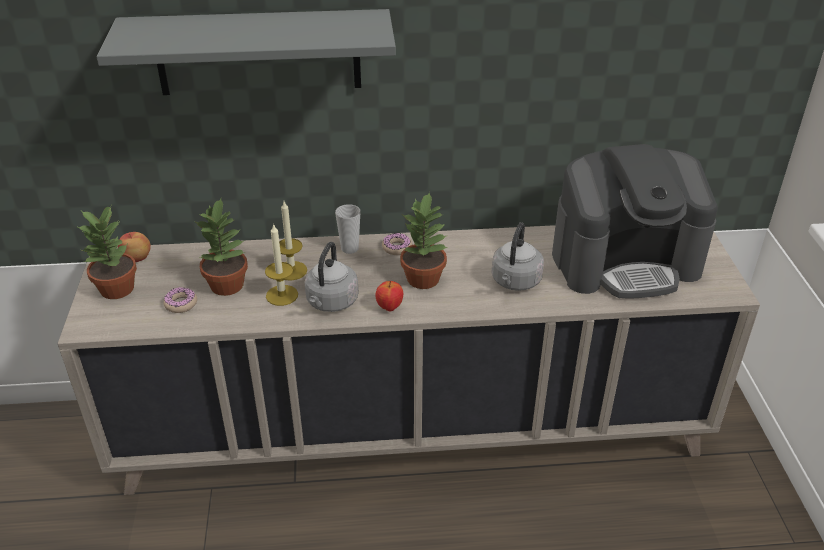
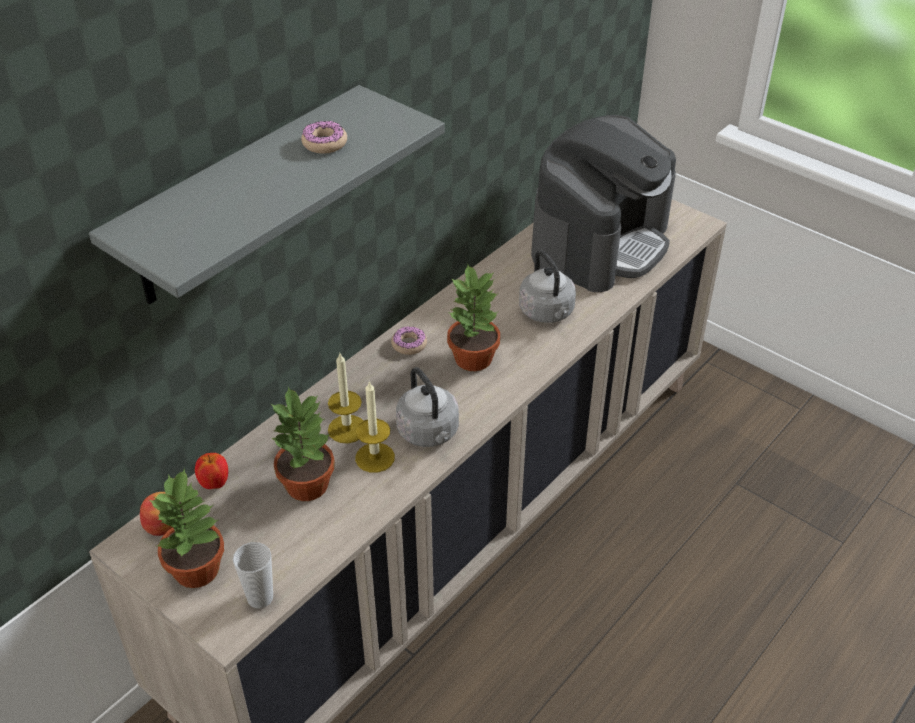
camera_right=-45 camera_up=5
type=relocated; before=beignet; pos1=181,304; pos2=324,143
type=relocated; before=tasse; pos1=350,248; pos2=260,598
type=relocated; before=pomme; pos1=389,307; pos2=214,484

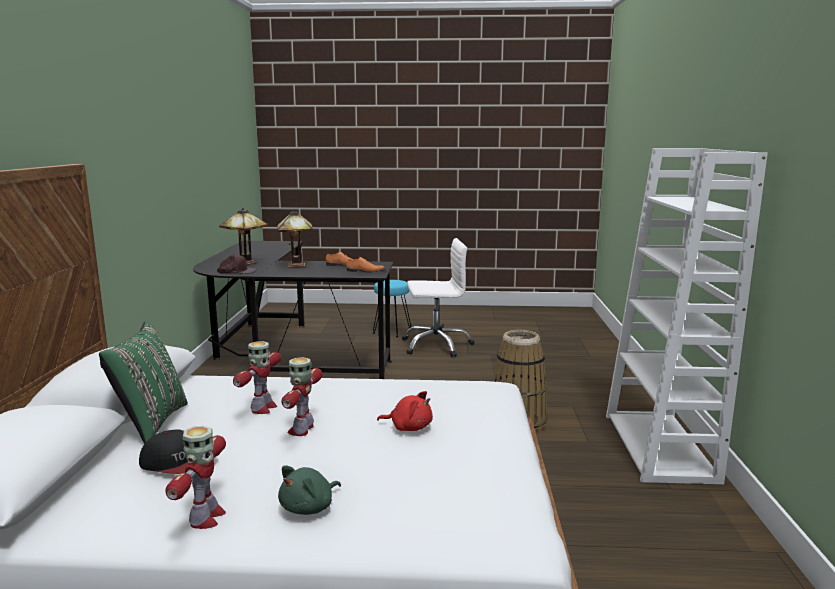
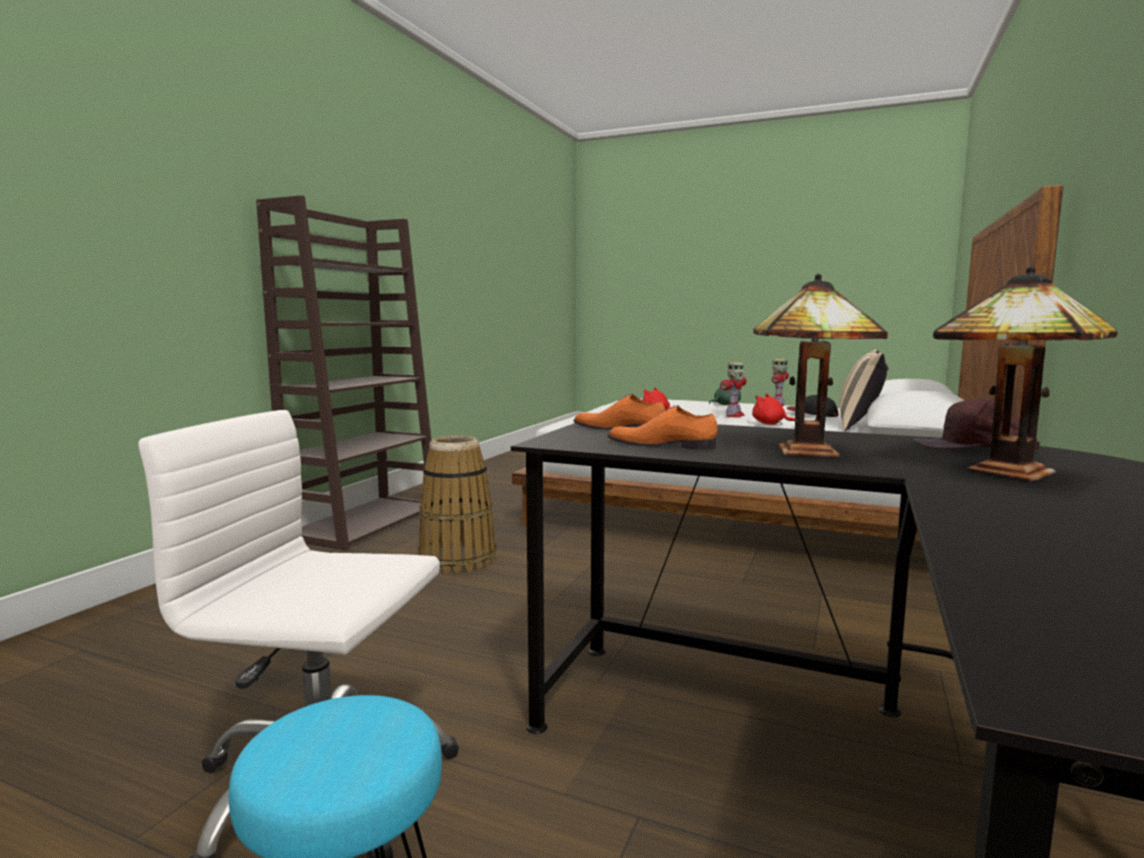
camera_right=-160 camera_up=-5
type=exchanged; before=robot jouet; after=peluche/rouge; pos1=262,408; pos2=770,424
type=colour; before=coussin/vert; after=coussin/beige; pos1=150,424; pos2=860,426
type=colour; before=bibliothèque/blanc; after=bibliothèque/marron; pos1=660,447; pos2=365,522

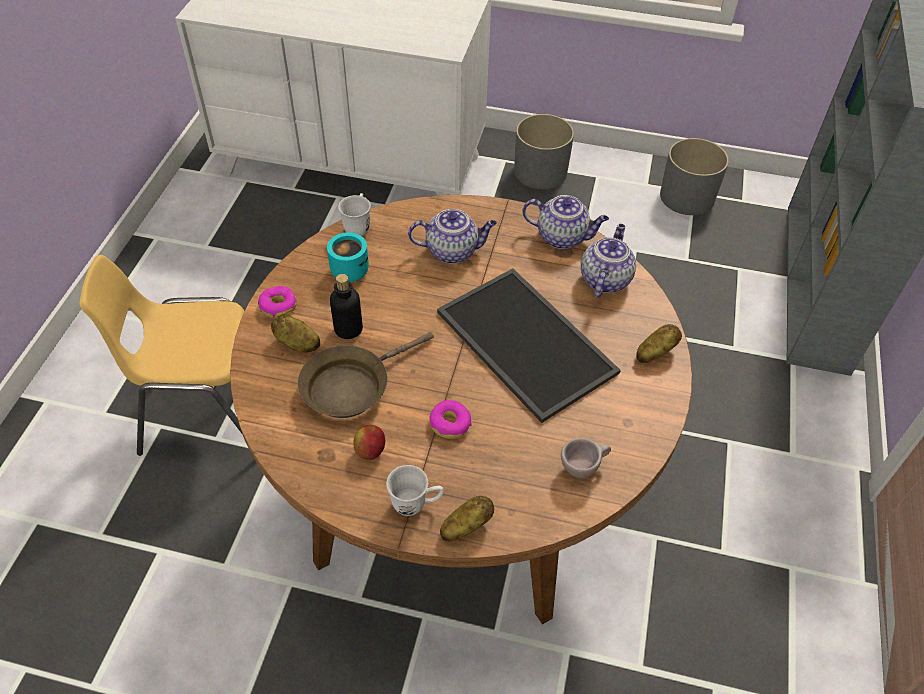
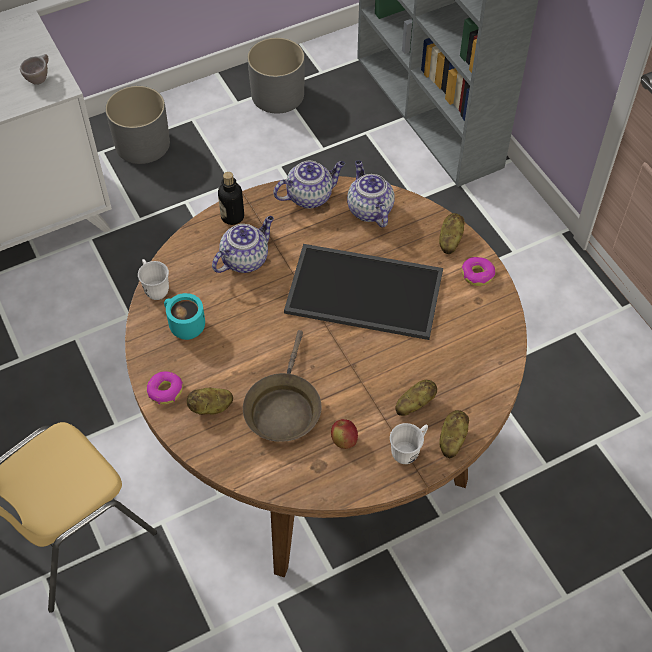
camera_right=-40 camera_up=5
type=appeared; after=pomme de terre; pos2=414,404
type=relocated; before=bouteille; pos1=348,329; pos2=232,216
type=relocated; before=beignet; pos1=450,424; pos2=477,275
type=relocated; before=tasse/beige; pos1=583,468; pos2=40,78

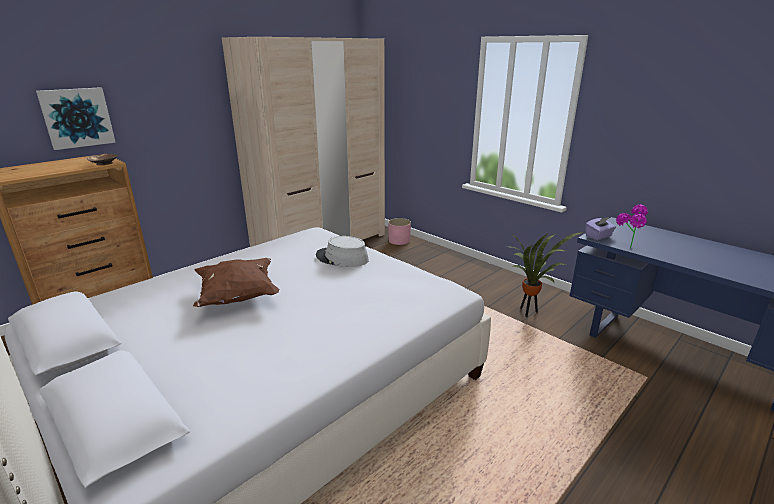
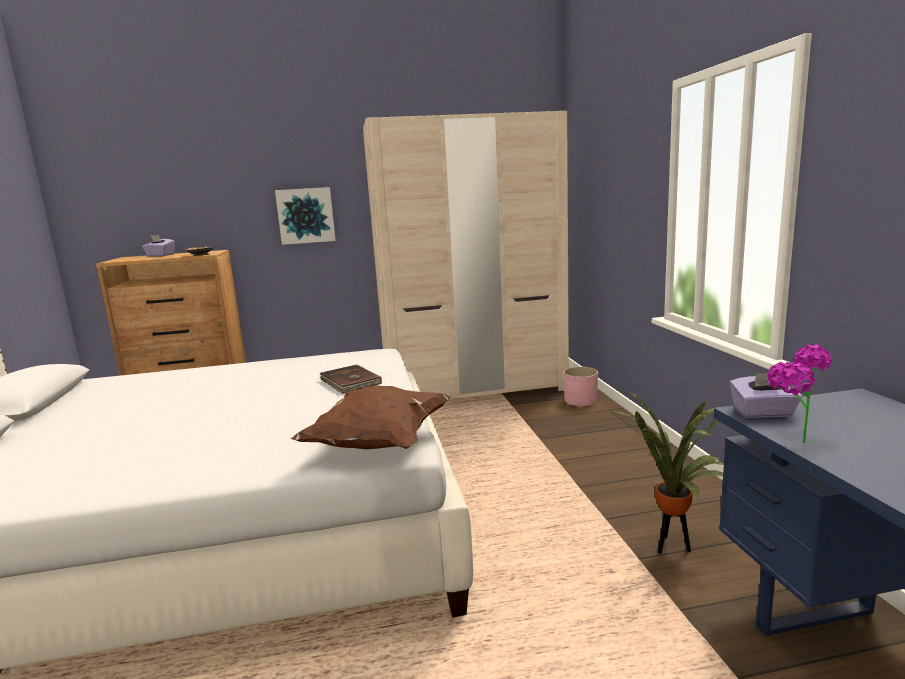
camera_right=35 camera_up=-10
type=appeared; after=boîte à mouchoirs/violet; pos2=160,255
type=relocated; before=tableau; pos1=77,117; pos2=306,215
type=relocated; before=coussin/marron; pos1=238,296; pos2=378,443
type=exchanged; before=chapeau/gris; after=livre/marron; pos1=342,258; pos2=349,382

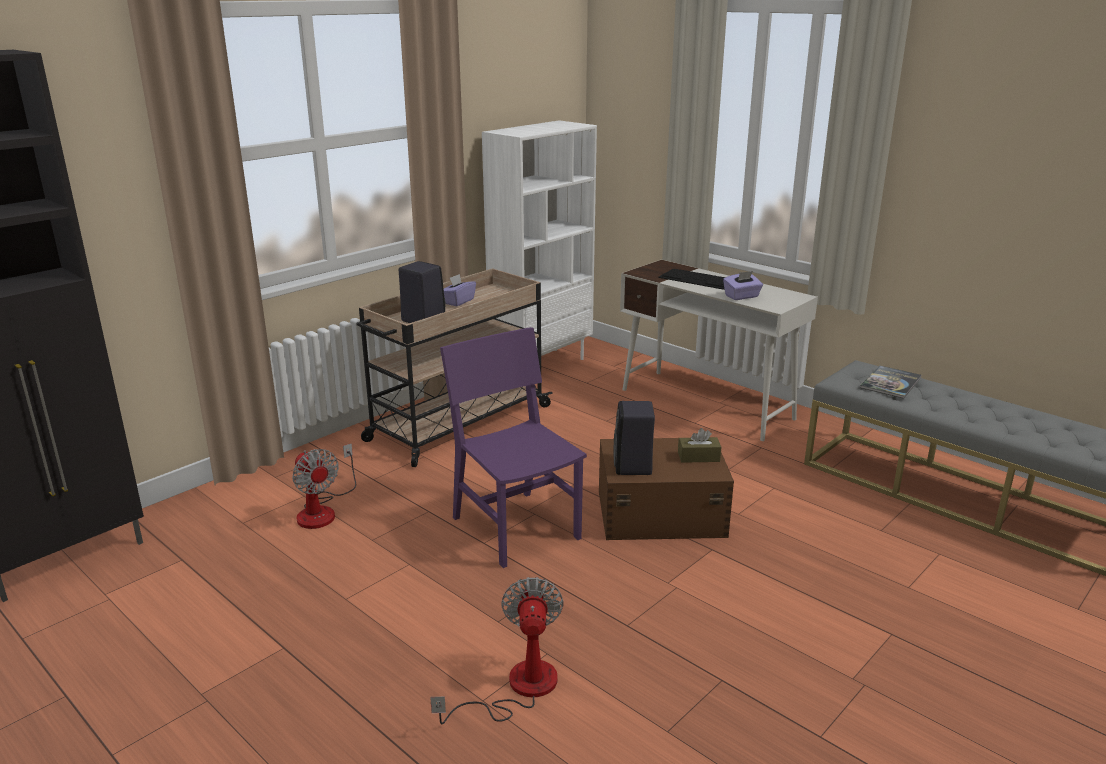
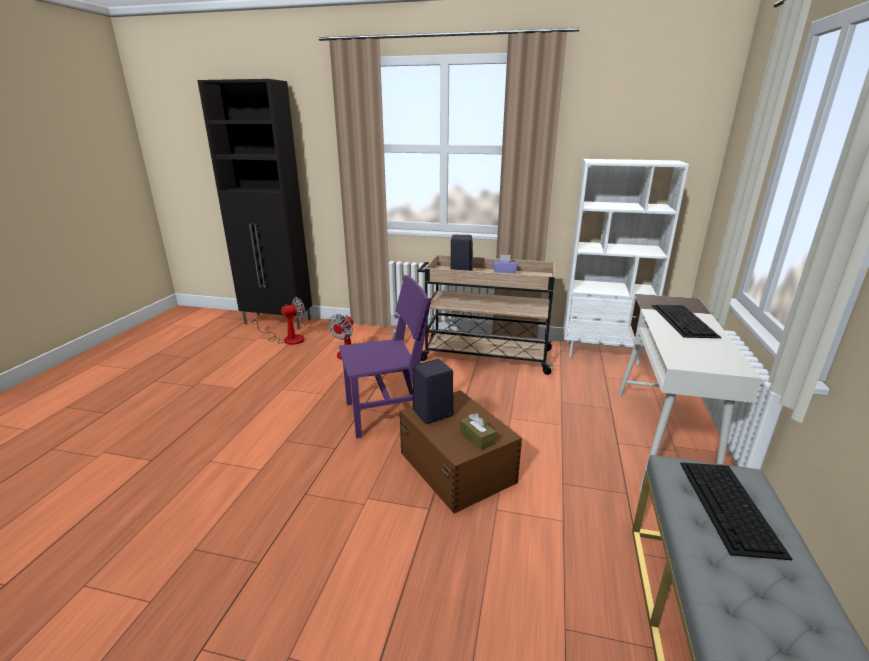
camera_right=60 camera_up=0
type=missing; before=boîte à mouchoirs/violet; pos1=742,296
type=relocated; before=ventilateur; pos1=518,688; pos2=287,339
type=exchanged; before=livre; after=clavier; pos1=890,383; pos2=730,507
type=spun; before=chaise/violet; pos1=516,527; pos2=387,413; turn=45

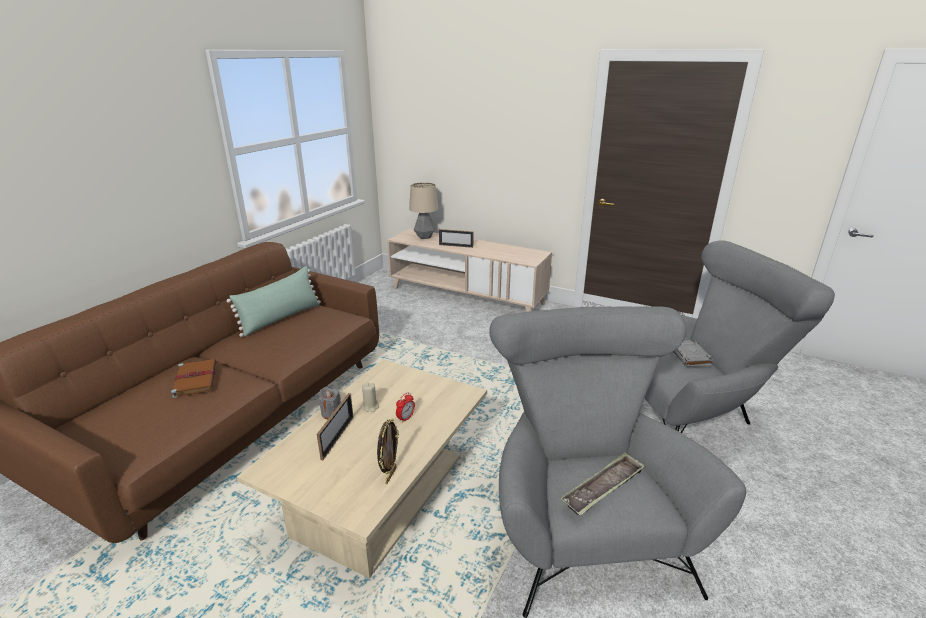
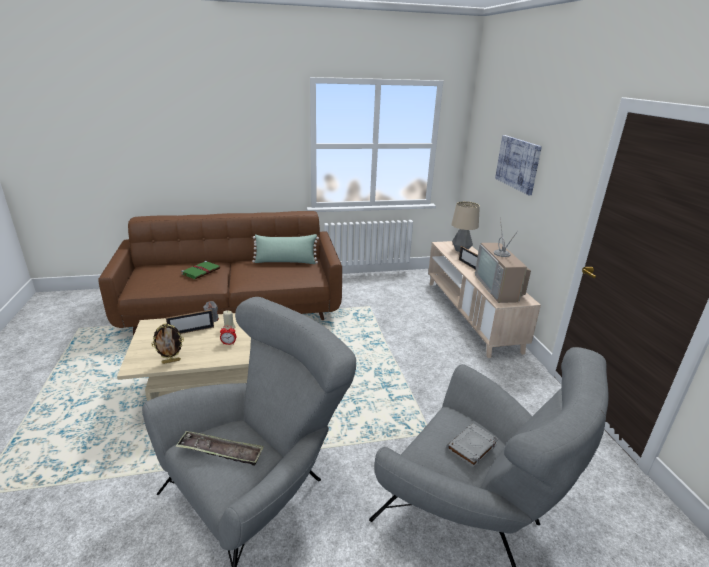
camera_right=50 camera_up=0
type=appeared; after=téléviseur; pos2=500,288
type=appeared; after=tableau; pos2=518,163
type=colour; before=livre/marron; after=livre/vert; pos1=195,379; pos2=201,271

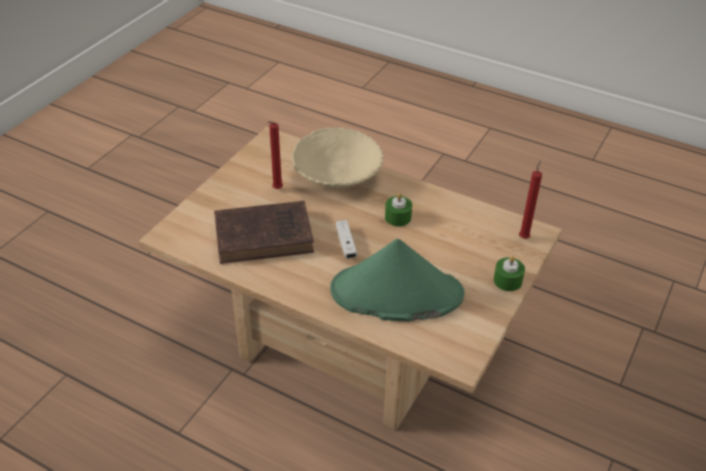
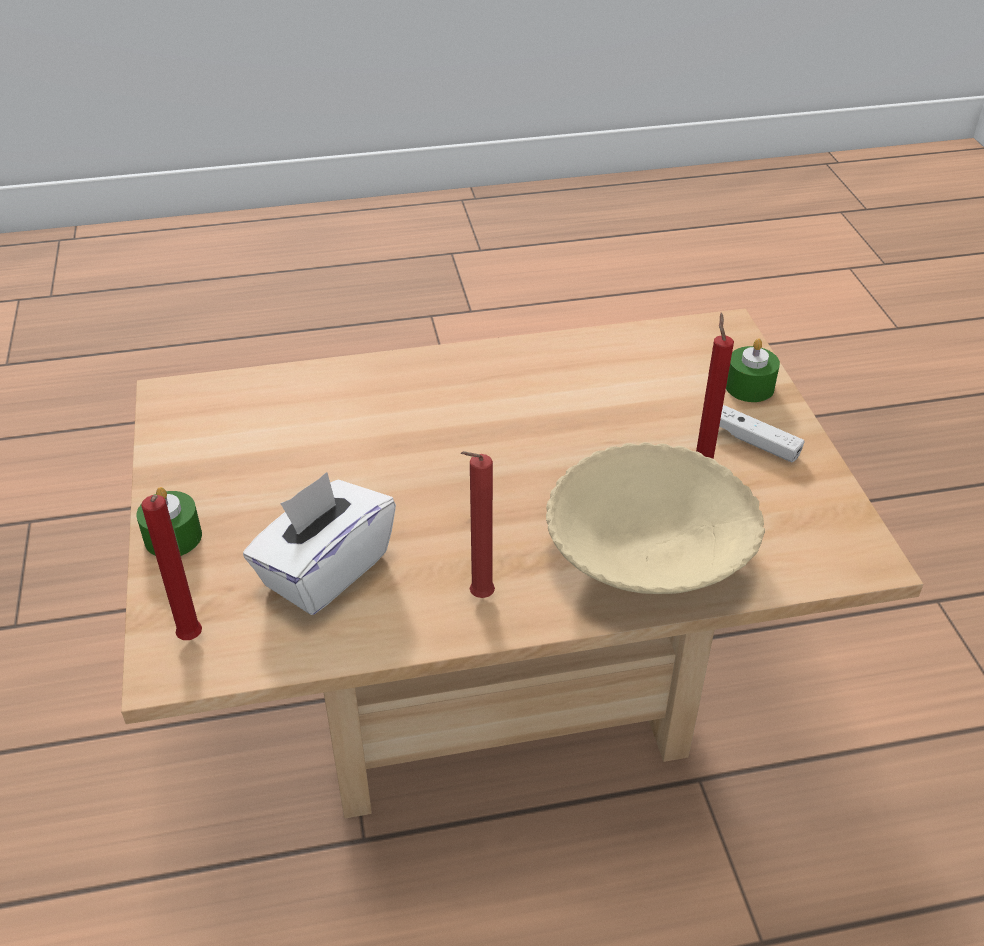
camera_right=140 camera_up=0
type=missing; before=livre/marron; pos1=266,236
type=missing; before=chapeau/vert; pos1=396,293
type=appeared; after=boîte à mouchoirs/blanc; pos2=325,570
type=appeared; after=bougie/rouge; pos2=478,597
type=relocated; before=manette/blanc; pos1=346,244; pos2=754,441
type=relocated; before=bougie/vert; pos1=398,217; pos2=749,386

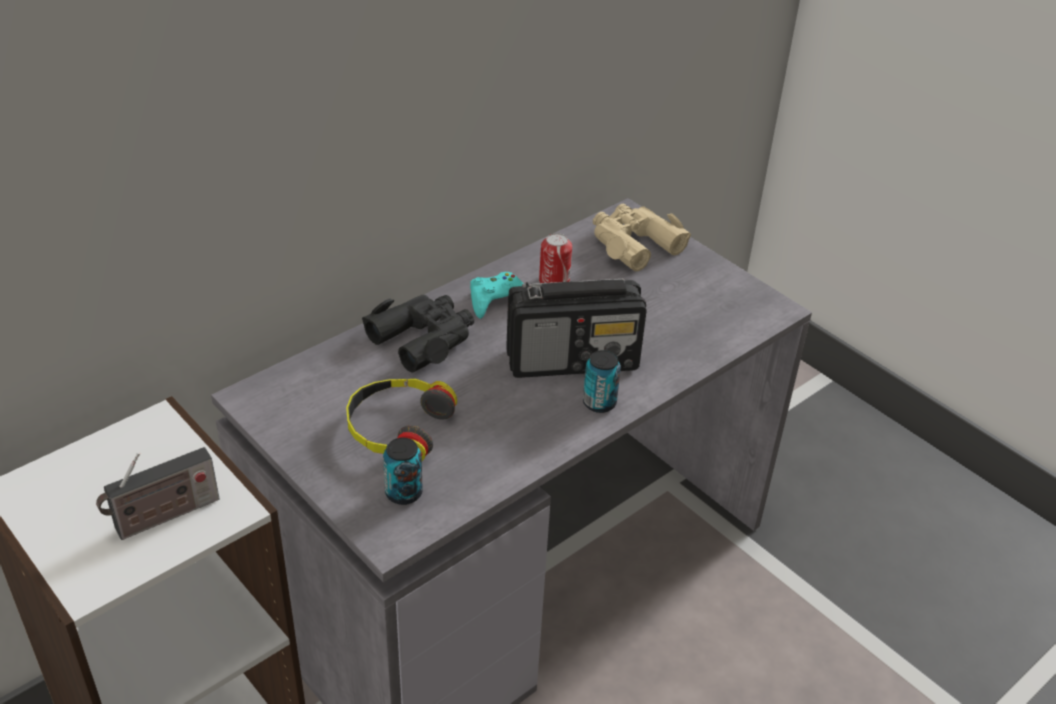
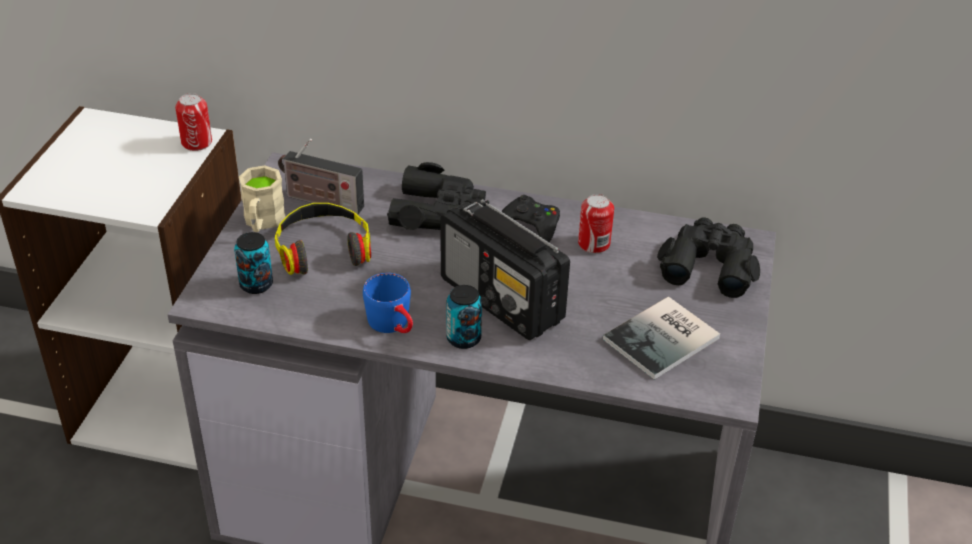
camera_right=55 camera_up=0
type=appeared; after=boîte métallique; pos2=196,142
type=appeared; after=mug/beige; pos2=262,222
type=appeared; after=mug/bleu; pos2=394,325
type=appeared; after=livre; pos2=665,339
type=relocated; before=radio; pos1=163,517; pos2=321,201
type=colour; before=manette/turquoise; after=manette/noir; pos1=497,300; pos2=530,226
type=colour; before=jumelles/beige; after=jumelles/noir; pos1=633,243; pos2=709,264

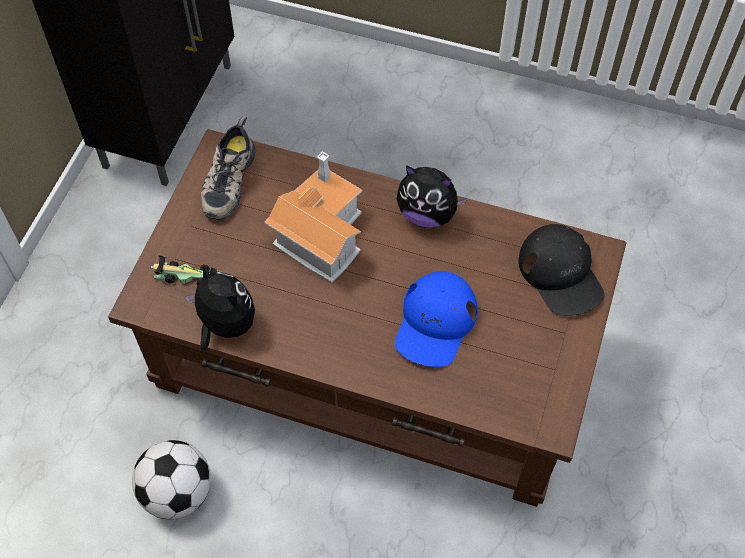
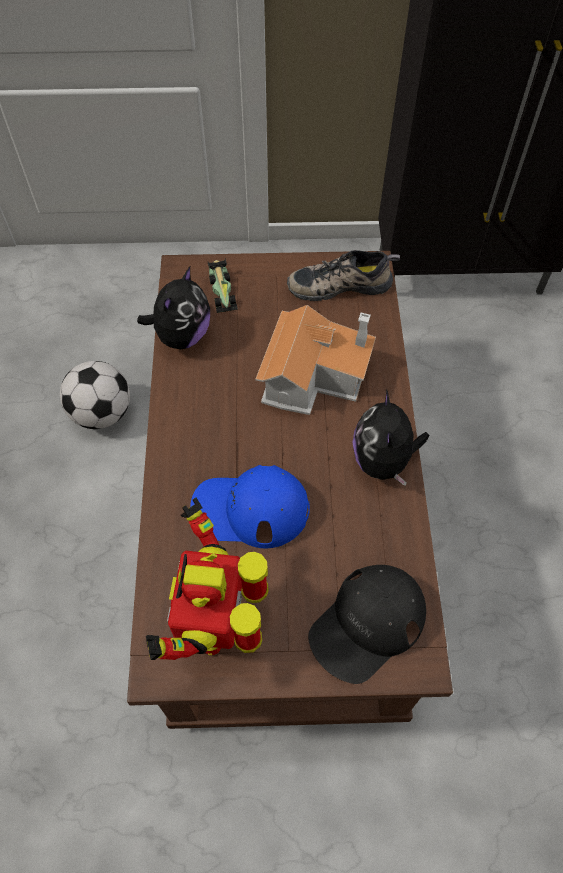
camera_right=70 camera_up=0
type=appeared; after=robot jouet; pos2=217,626

